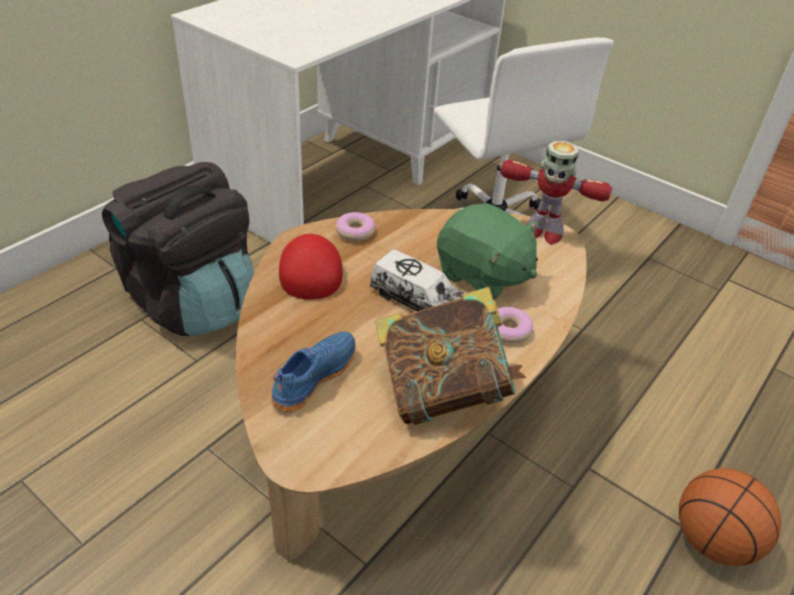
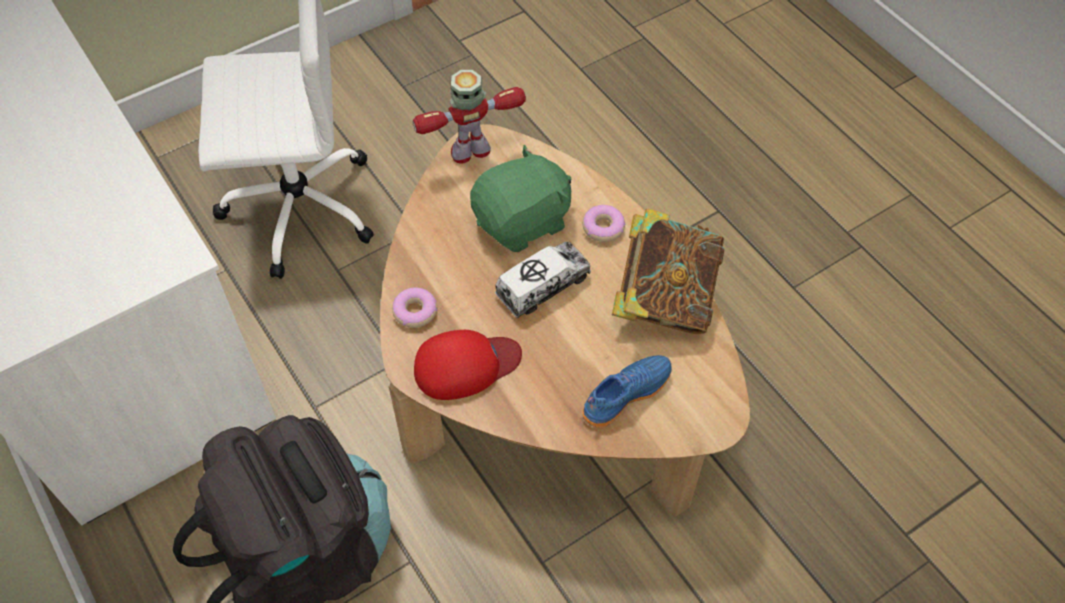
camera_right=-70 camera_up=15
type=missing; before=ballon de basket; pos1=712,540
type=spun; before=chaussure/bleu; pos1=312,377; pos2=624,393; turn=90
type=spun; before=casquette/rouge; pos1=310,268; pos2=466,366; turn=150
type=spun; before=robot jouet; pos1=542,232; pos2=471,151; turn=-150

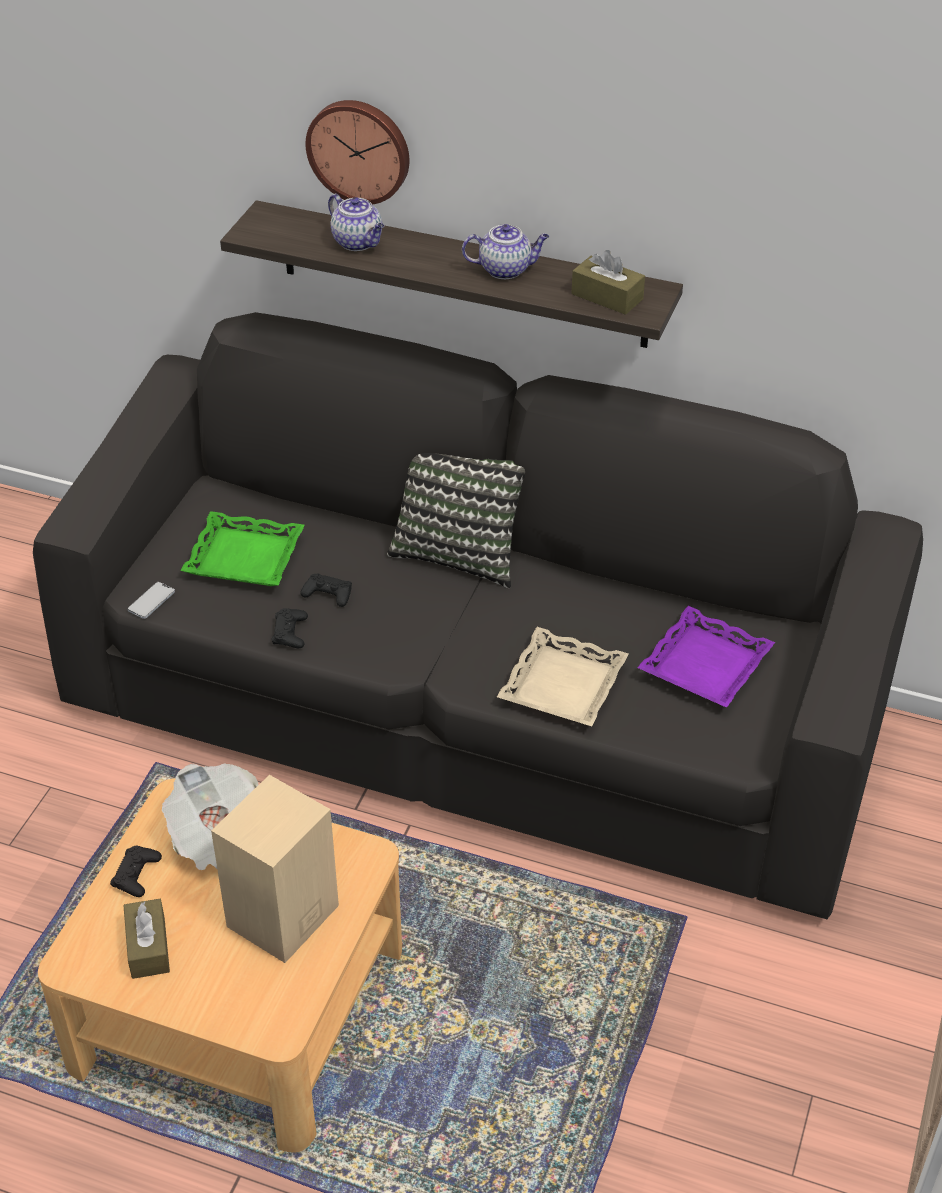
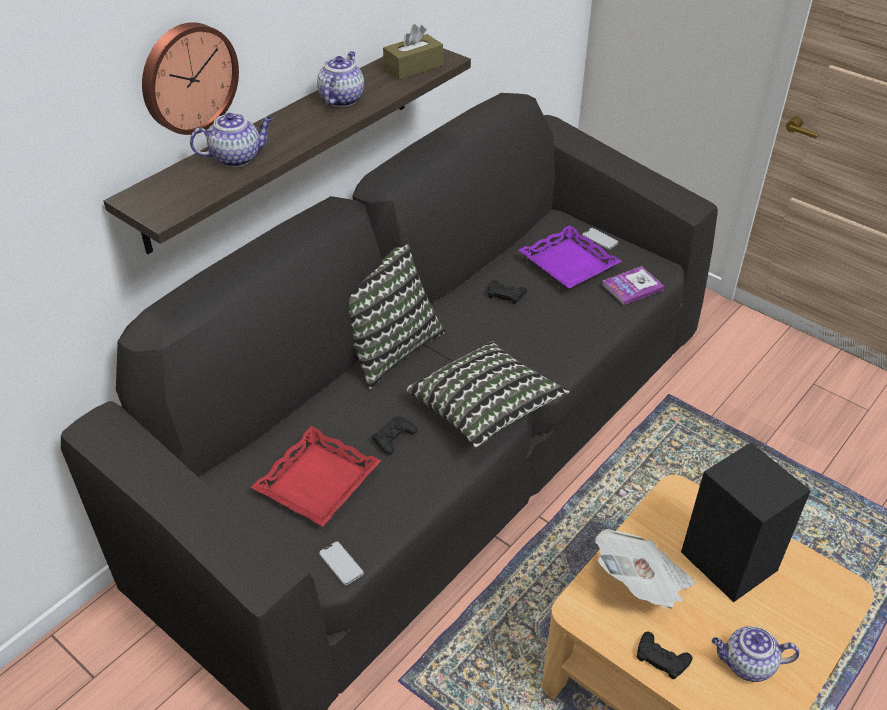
camera_right=-70 camera_up=0
type=missing; before=plateau/beige; pos1=563,685
type=appeared; after=coussin; pos2=484,409
type=appeared; after=téléphone; pos2=600,239
type=appeared; after=livre; pos2=632,287
type=relocated; before=manette/noir; pos1=290,632; pos2=505,294
type=exchanged; before=boîte à mouchoirs/marron; after=théière; pos1=148,947; pos2=747,664
type=colour; before=plateau/vert; after=plateau/rouge; pos1=245,556; pos2=317,481
type=colour; before=enceinte/beige; after=enceinte/noir; pos1=281,918; pos2=730,563

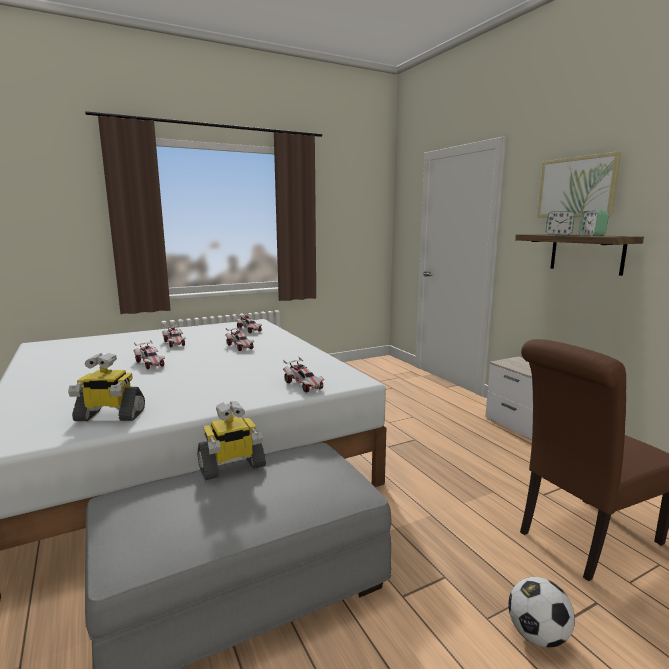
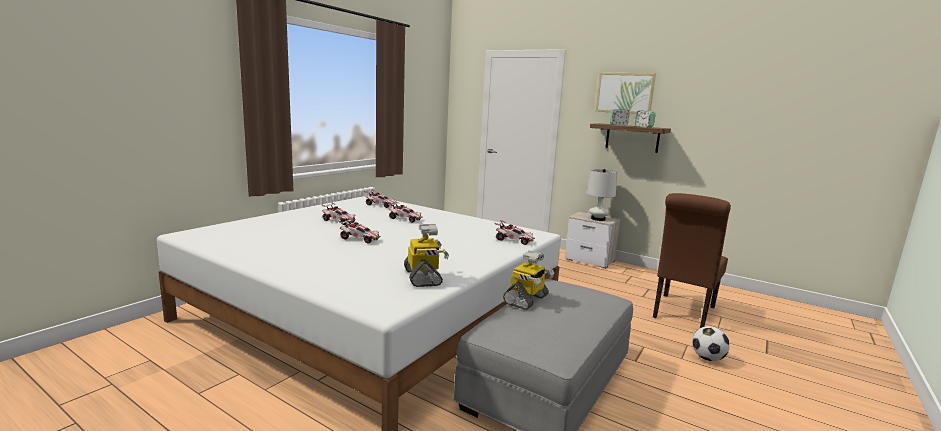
camera_right=-30 camera_up=0
type=appeared; after=lampe de table/blanc; pos2=598,219
type=spun; before=robot jouet; pos1=109,416; pos2=423,277; turn=-75

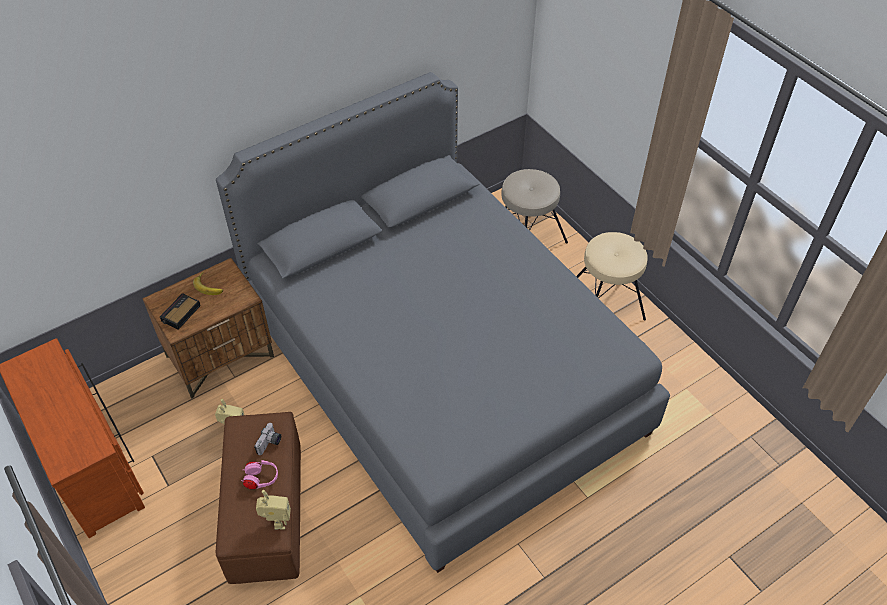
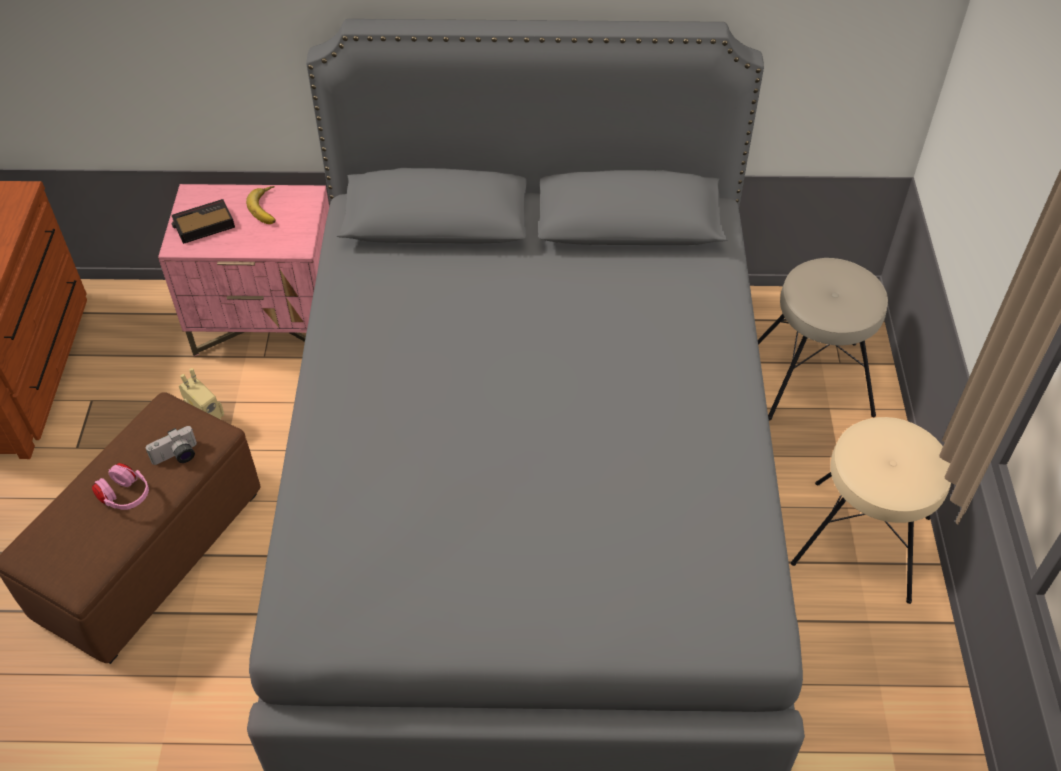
camera_right=35 camera_up=0
type=missing; before=robot jouet; pos1=277,521
type=colour; before=table de chevet/marron; after=table de chevet/rose; pos1=220,356; pos2=270,321

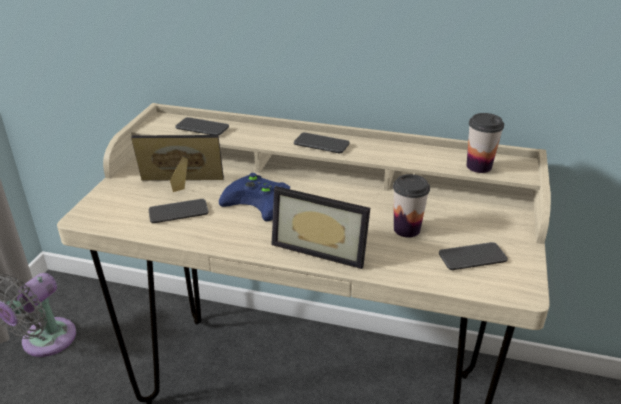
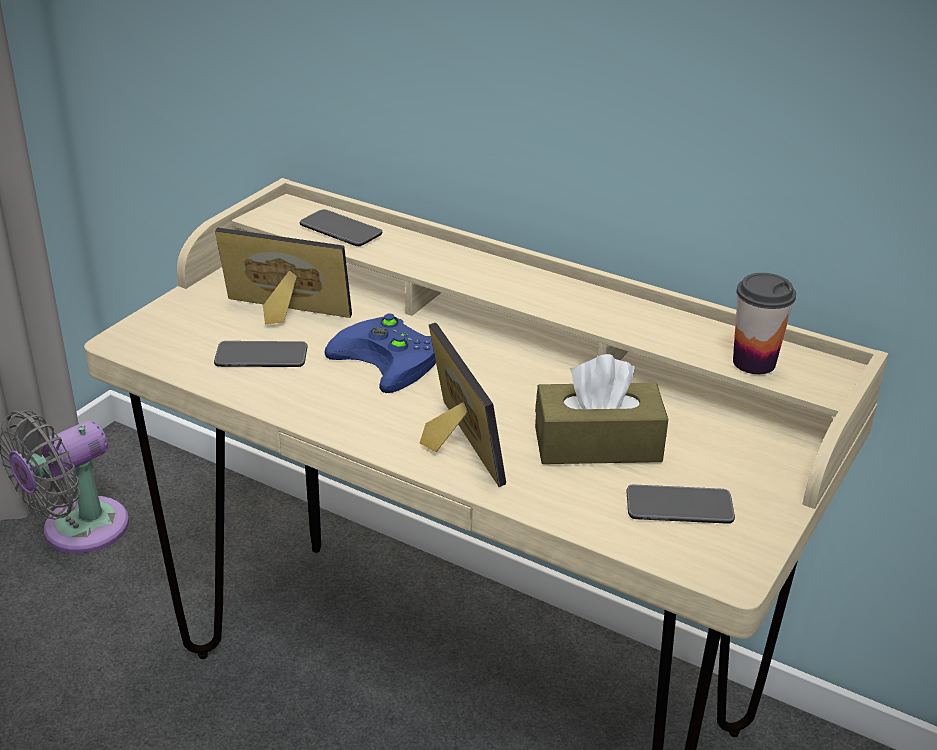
camera_right=15 camera_up=0
type=missing; before=téléphone; pos1=321,144
type=exchanged; before=tasse; after=boîte à mouchoirs/marron; pos1=406,229; pos2=597,444
type=spun; before=cadre photo; pos1=322,247; pos2=450,446; turn=-150

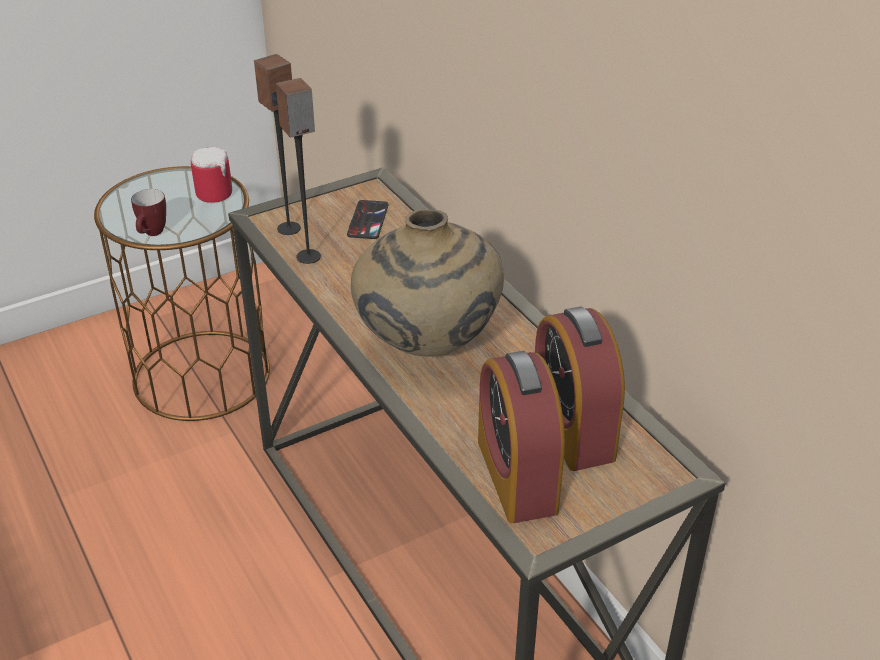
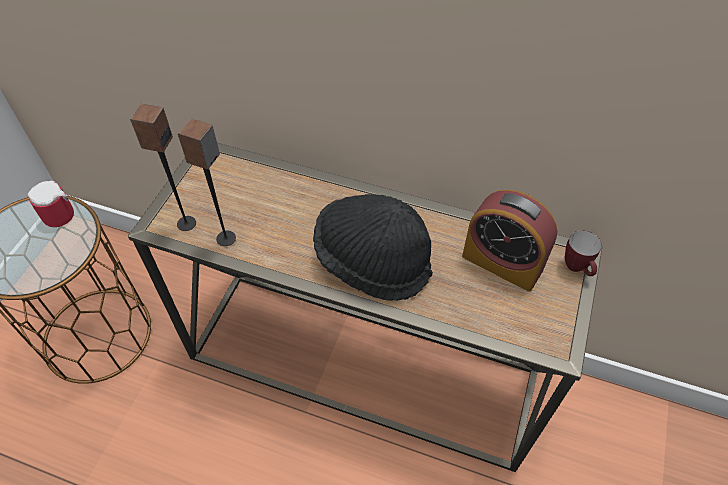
camera_right=-40 camera_up=15
type=missing; before=téléphone; pos1=368,220
type=missing; before=réveil; pos1=516,476
type=relocated; before=mug; pos1=152,234; pos2=577,268
type=exchanged; before=vase/beige; after=chapeau/noir; pos1=427,349; pos2=372,261

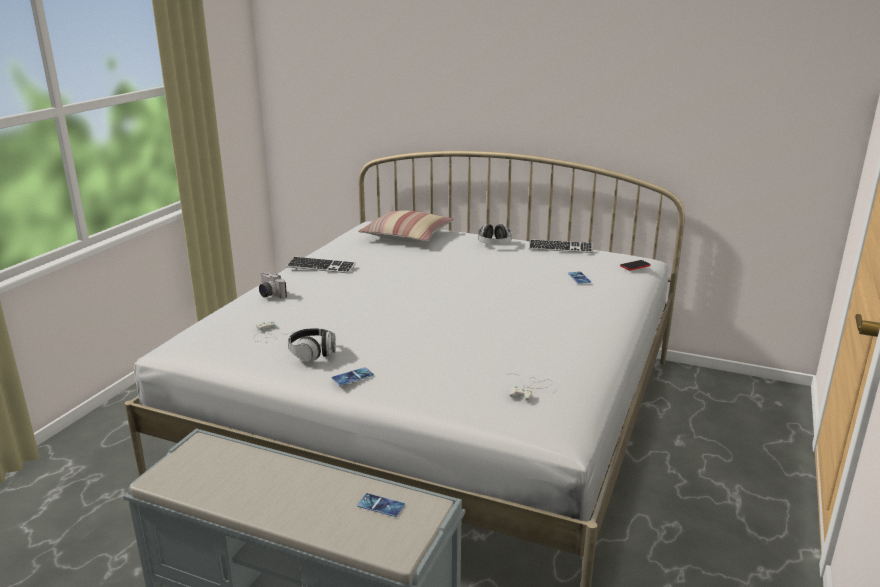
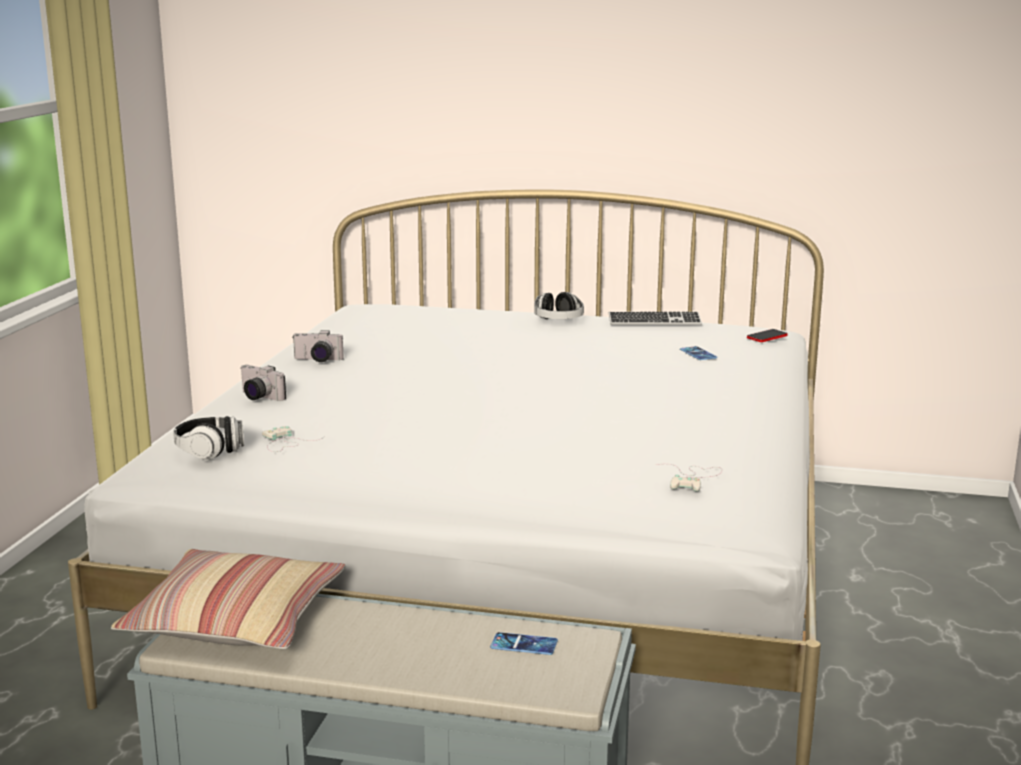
camera_right=-10 camera_up=-5
type=missing; before=téléphone; pos1=352,377
type=relocated; before=casque audio; pos1=313,353; pos2=210,450
type=relocated; before=coussin; pos1=407,236; pos2=236,619
type=exchanged; before=clavier; after=appareil photo; pos1=321,267; pos2=317,360

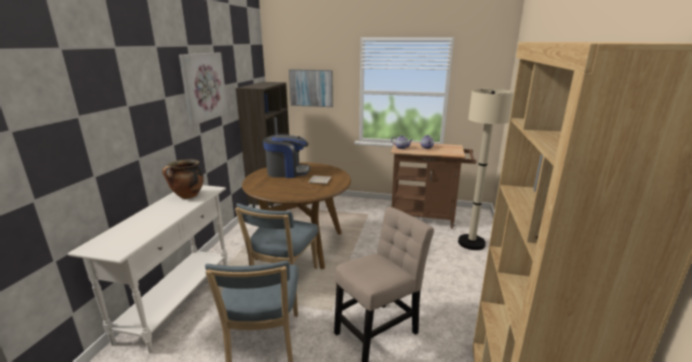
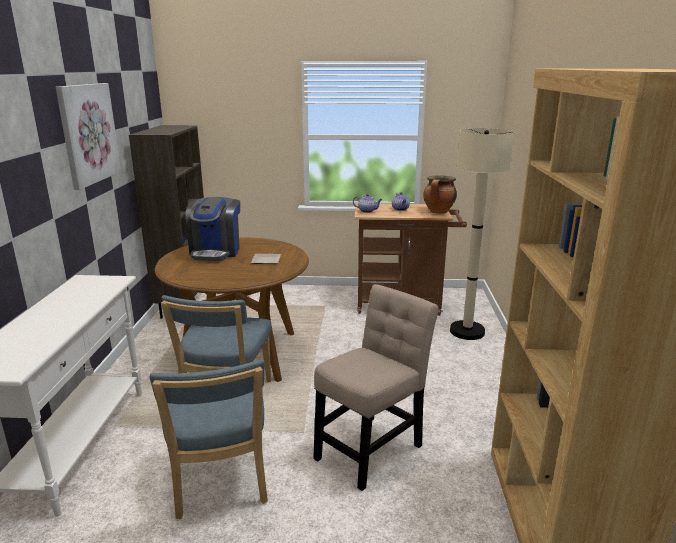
camera_right=-10 camera_up=0
type=missing; before=tableau; pos1=311,88
type=relocated; before=marmite; pos1=188,196; pos2=438,212
type=spun; before=machine à café; pos1=287,172; pos2=216,251; turn=105

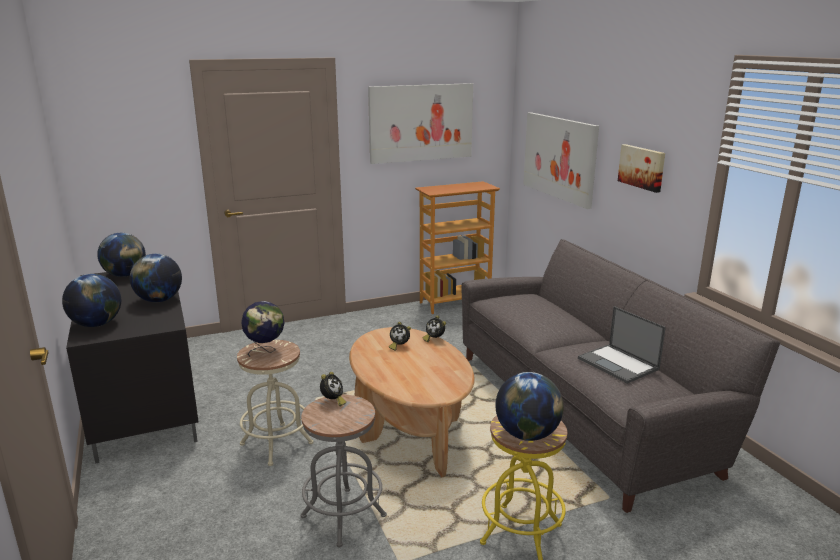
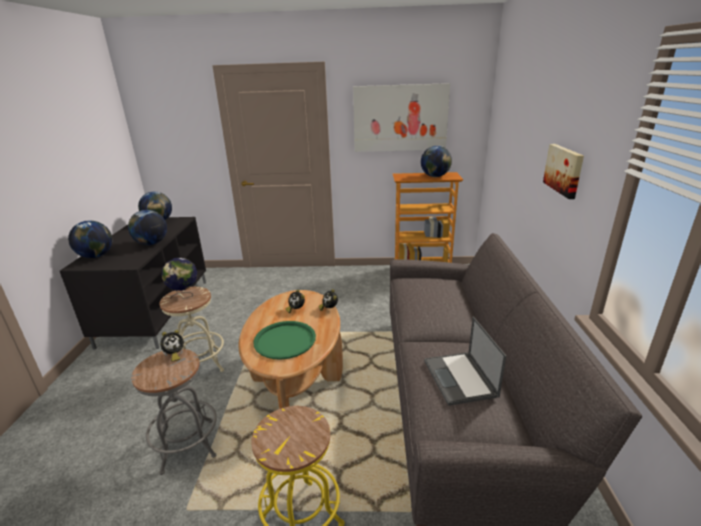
camera_right=25 camera_up=5
type=missing; before=tableau; pos1=559,157
type=appeared; after=plateau/vert; pos2=285,340
type=relocated; before=globe; pos1=527,434; pos2=435,176

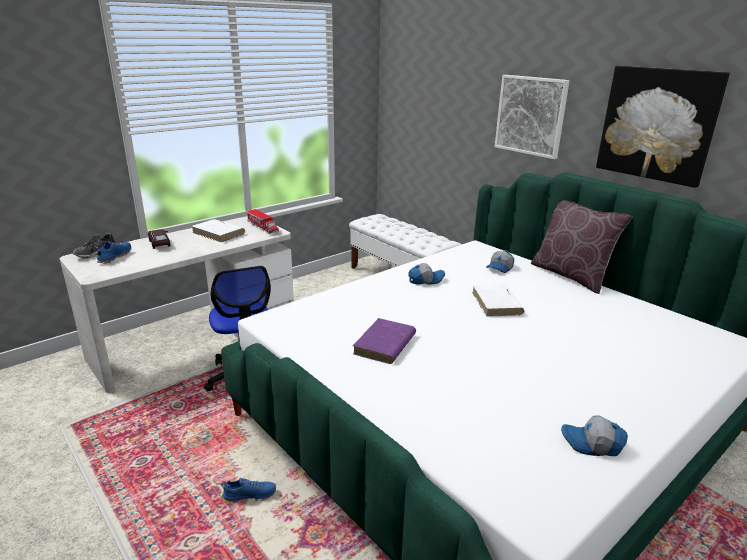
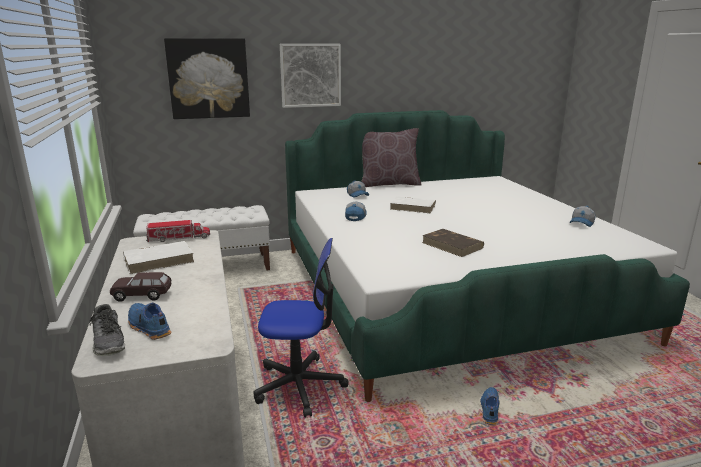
camera_right=-65 camera_up=-5
type=relocated; before=tableau; pos1=657,124; pos2=208,78
type=colour; before=livre/violet; after=livre/marron; pos1=384,344; pos2=452,245

